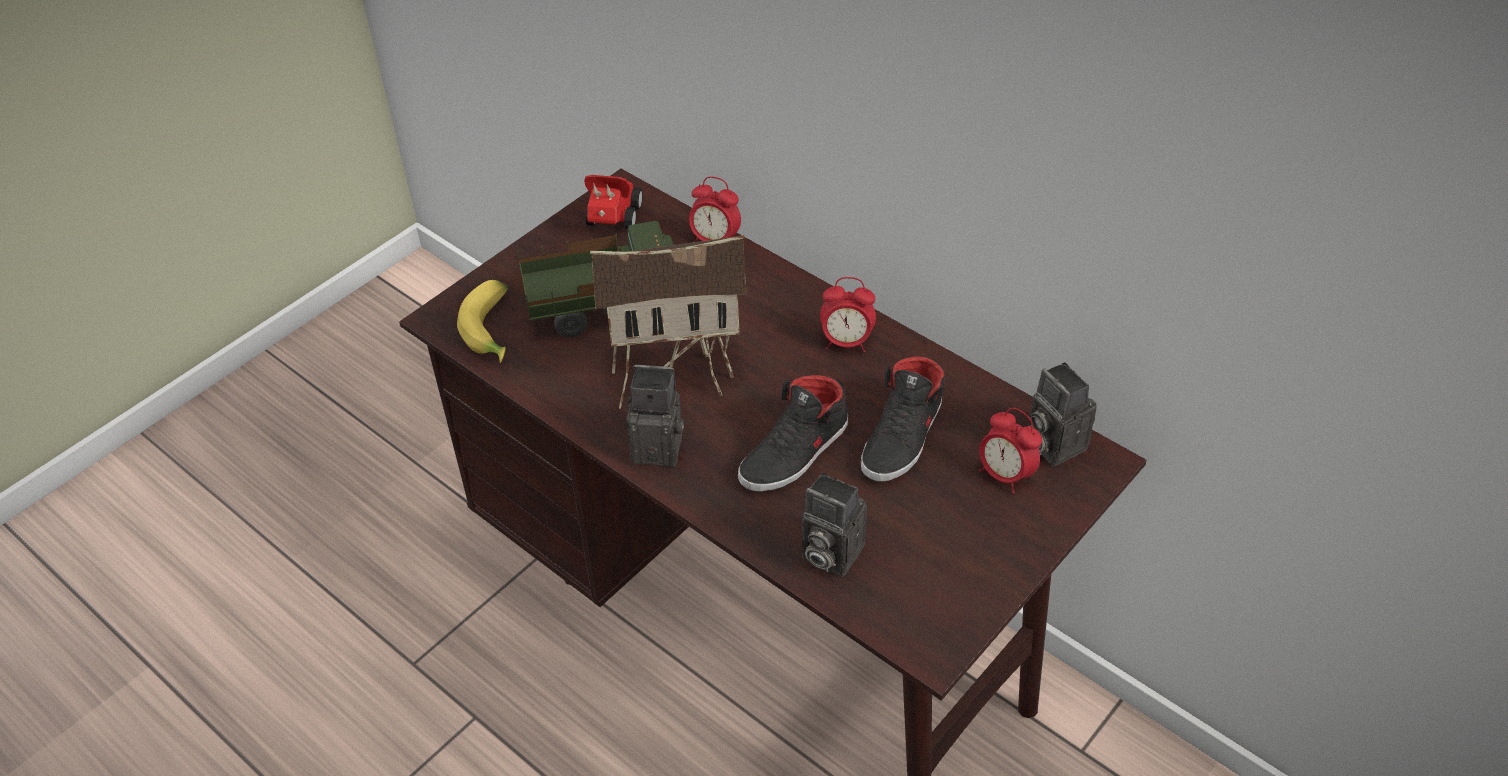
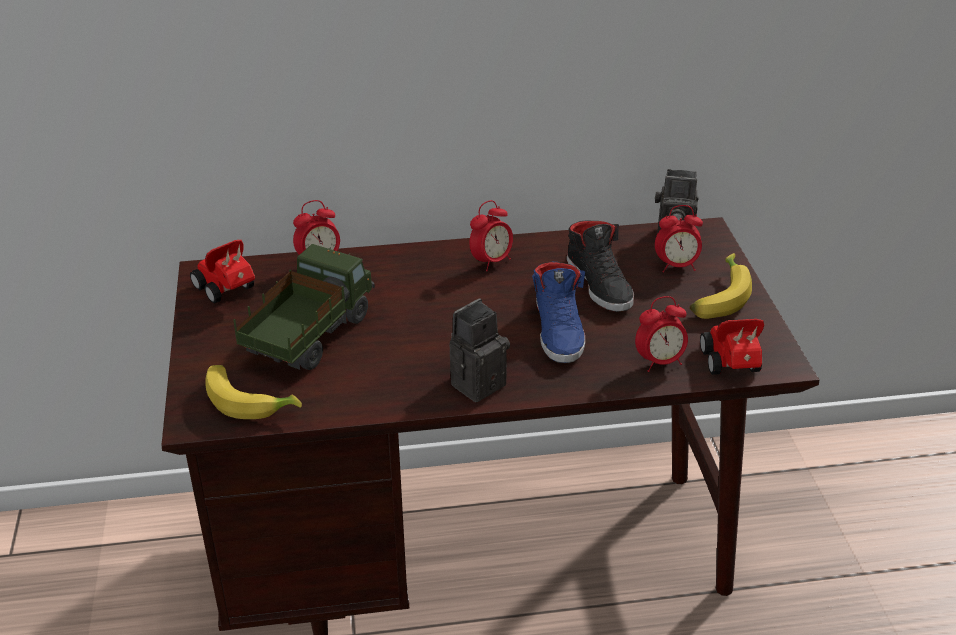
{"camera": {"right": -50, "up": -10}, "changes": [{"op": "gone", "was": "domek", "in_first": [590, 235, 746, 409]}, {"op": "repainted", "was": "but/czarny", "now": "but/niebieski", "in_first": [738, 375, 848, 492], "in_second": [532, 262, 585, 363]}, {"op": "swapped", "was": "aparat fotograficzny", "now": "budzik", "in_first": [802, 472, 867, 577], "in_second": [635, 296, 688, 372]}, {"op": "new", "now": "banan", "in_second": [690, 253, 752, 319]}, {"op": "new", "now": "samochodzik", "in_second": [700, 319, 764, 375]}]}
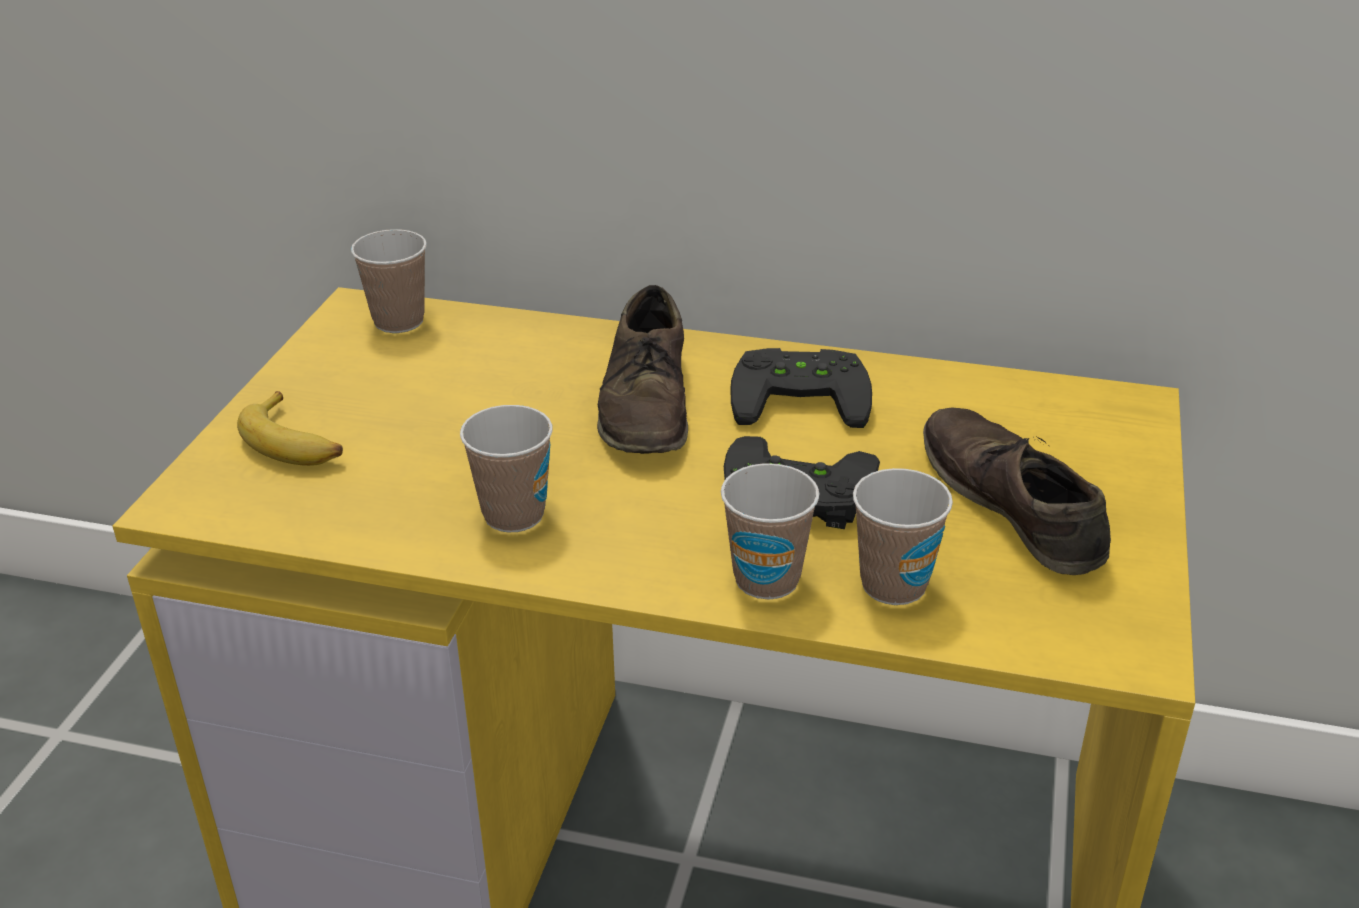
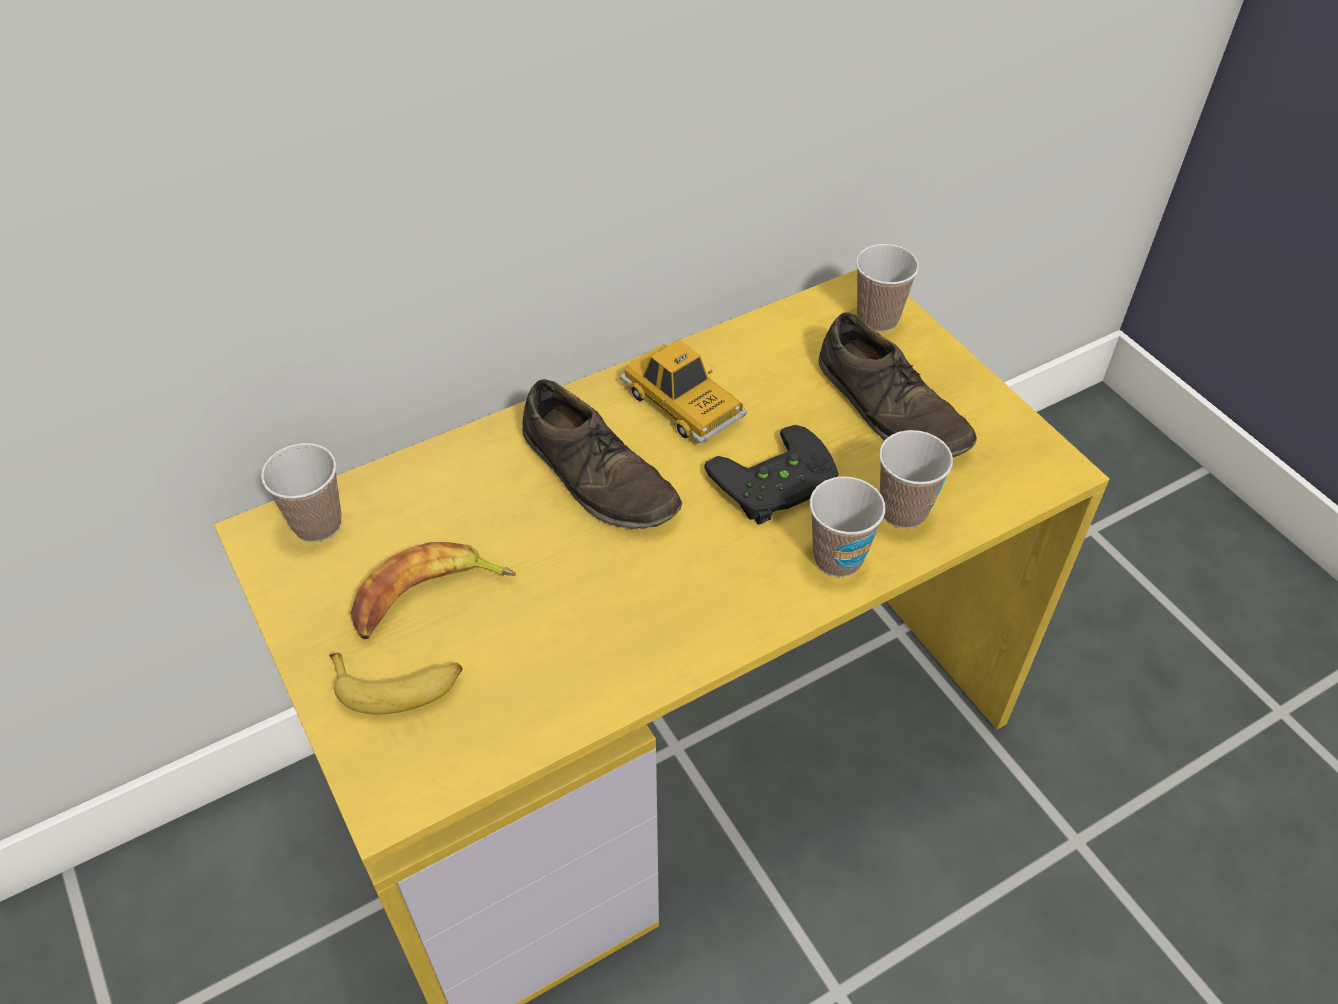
{"camera": {"right": -45, "up": 15}, "changes": [{"op": "swapped", "was": "pad do gier/czarny", "now": "samochodzik", "in_first": [730, 348, 872, 428], "in_second": [620, 339, 747, 444]}, {"op": "shifted", "was": "filiżanka", "in_first": [460, 405, 553, 532], "in_second": [856, 244, 919, 332]}, {"op": "rotated", "was": "but/brązowy", "in_first": [923, 407, 1111, 575], "in_second": [818, 312, 977, 457], "clockwise": -150}, {"op": "new", "now": "banan", "in_second": [350, 542, 516, 639]}]}
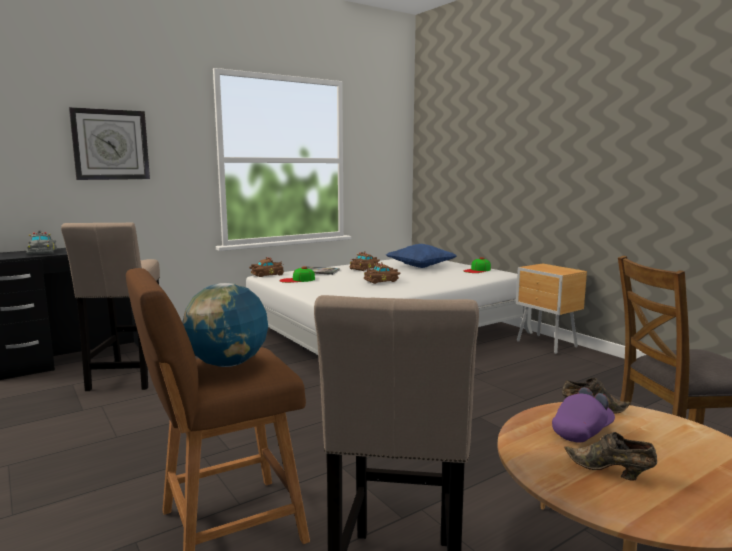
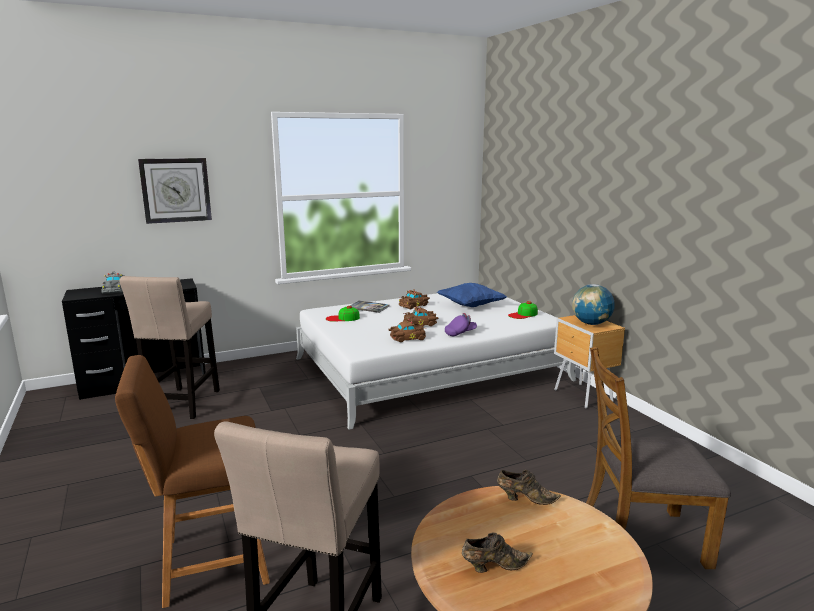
{"camera": {"right": 10, "up": 5}, "changes": [{"op": "shifted", "was": "samochodzik/brązowy", "in_first": [249, 257, 284, 277], "in_second": [388, 319, 426, 342]}, {"op": "shifted", "was": "globus", "in_first": [182, 283, 268, 367], "in_second": [572, 284, 614, 325]}, {"op": "shifted", "was": "czapka z daszkiem/fioletowy", "in_first": [552, 387, 615, 443], "in_second": [445, 313, 477, 336]}, {"op": "rotated", "was": "but/brązowy", "in_first": [565, 432, 657, 481], "in_second": [462, 532, 533, 573], "clockwise": 120}]}
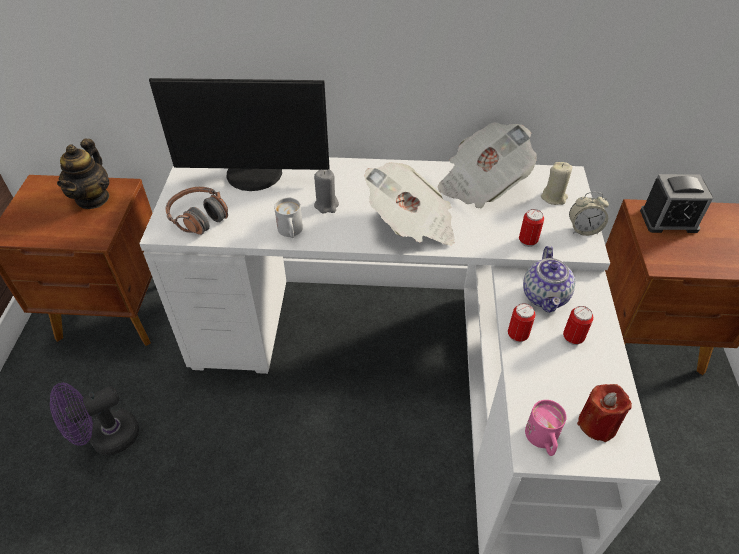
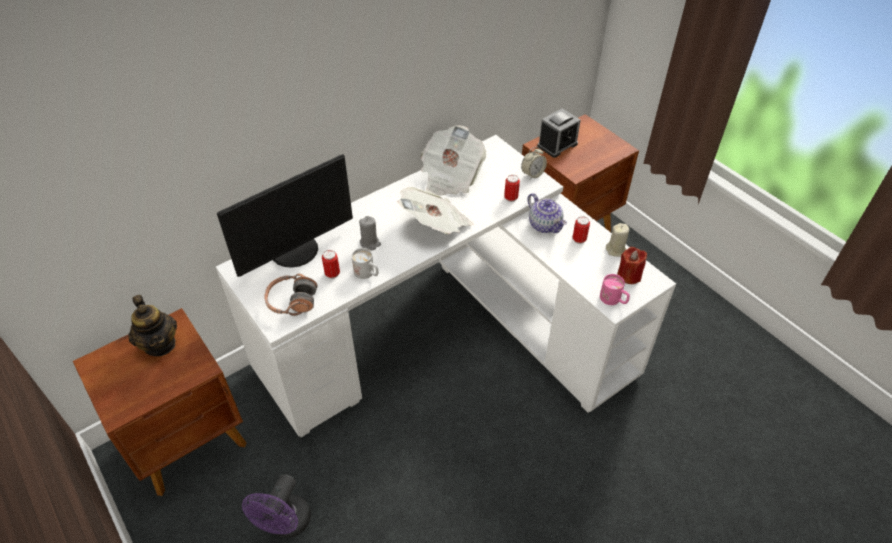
{"camera": {"right": -40, "up": 0}, "changes": [{"op": "shifted", "was": "świeca/beżowy", "in_first": [541, 162, 572, 205], "in_second": [606, 223, 629, 257]}, {"op": "shifted", "was": "puszka", "in_first": [508, 303, 536, 342], "in_second": [322, 250, 340, 279]}]}
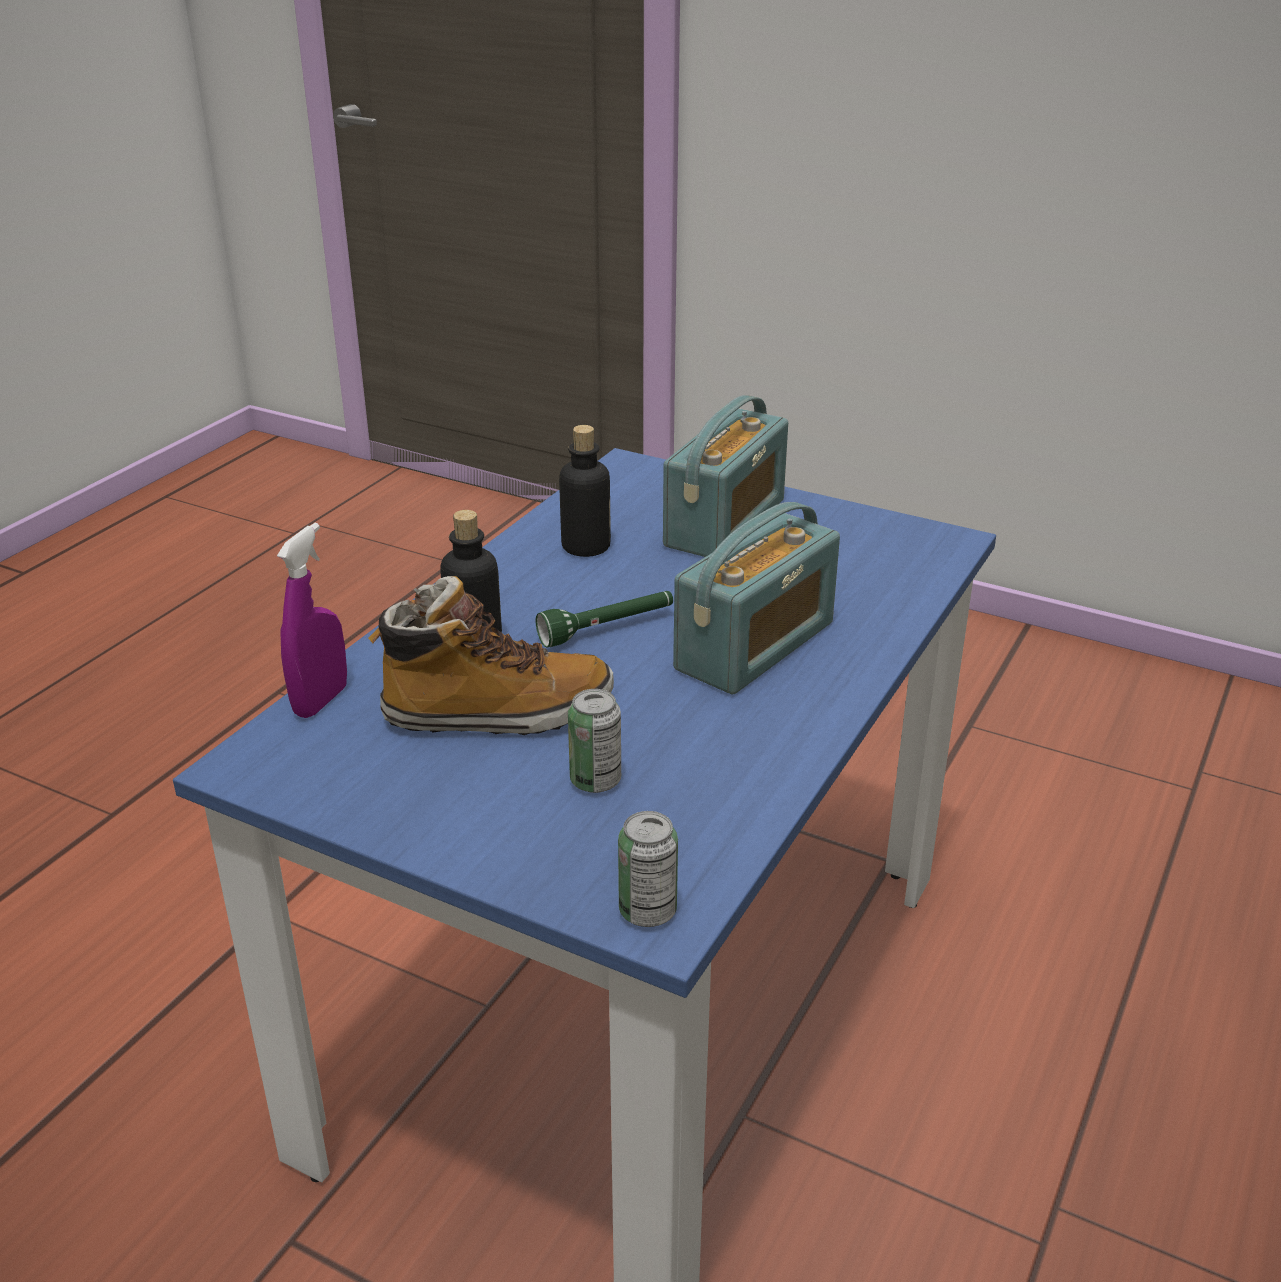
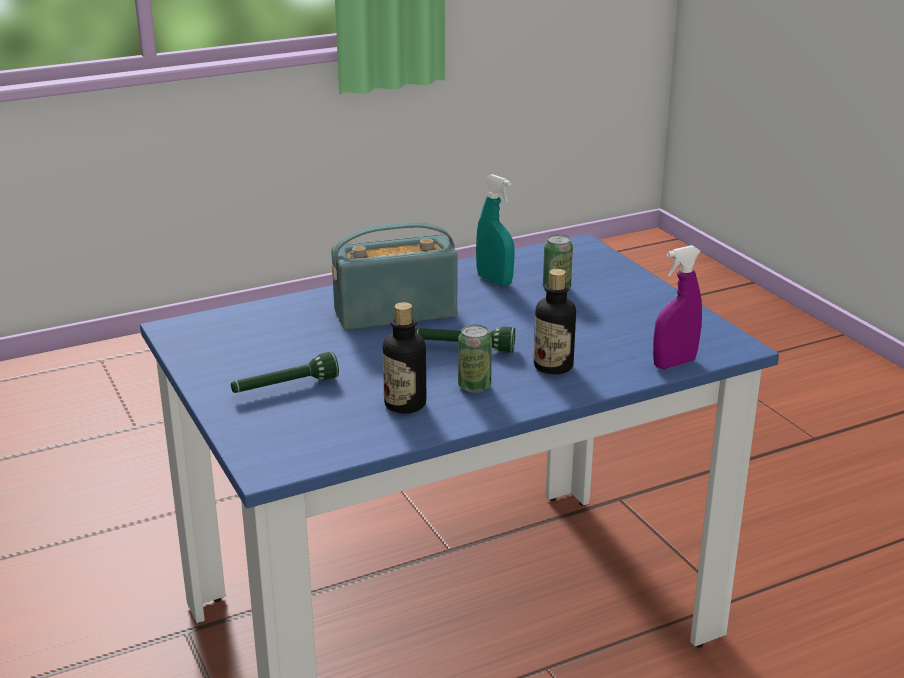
{"camera": {"right": -145, "up": -5}, "changes": [{"op": "swapped", "was": "radio", "now": "latarka/zielony", "in_first": [663, 395, 788, 557], "in_second": [231, 352, 339, 393]}, {"op": "gone", "was": "but z cholewką", "in_first": [368, 576, 614, 735]}, {"op": "shifted", "was": "puszka", "in_first": [618, 811, 678, 927], "in_second": [458, 325, 492, 393]}, {"op": "new", "now": "spryskiwacz/turkusowy", "in_second": [476, 174, 515, 286]}]}
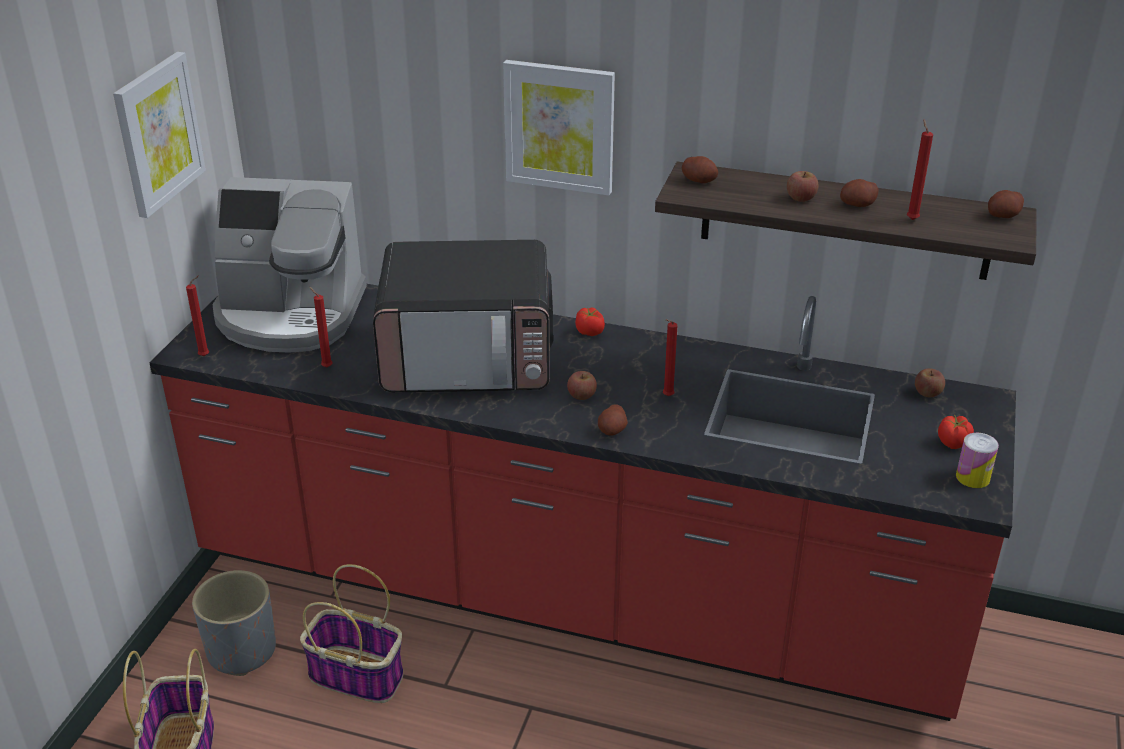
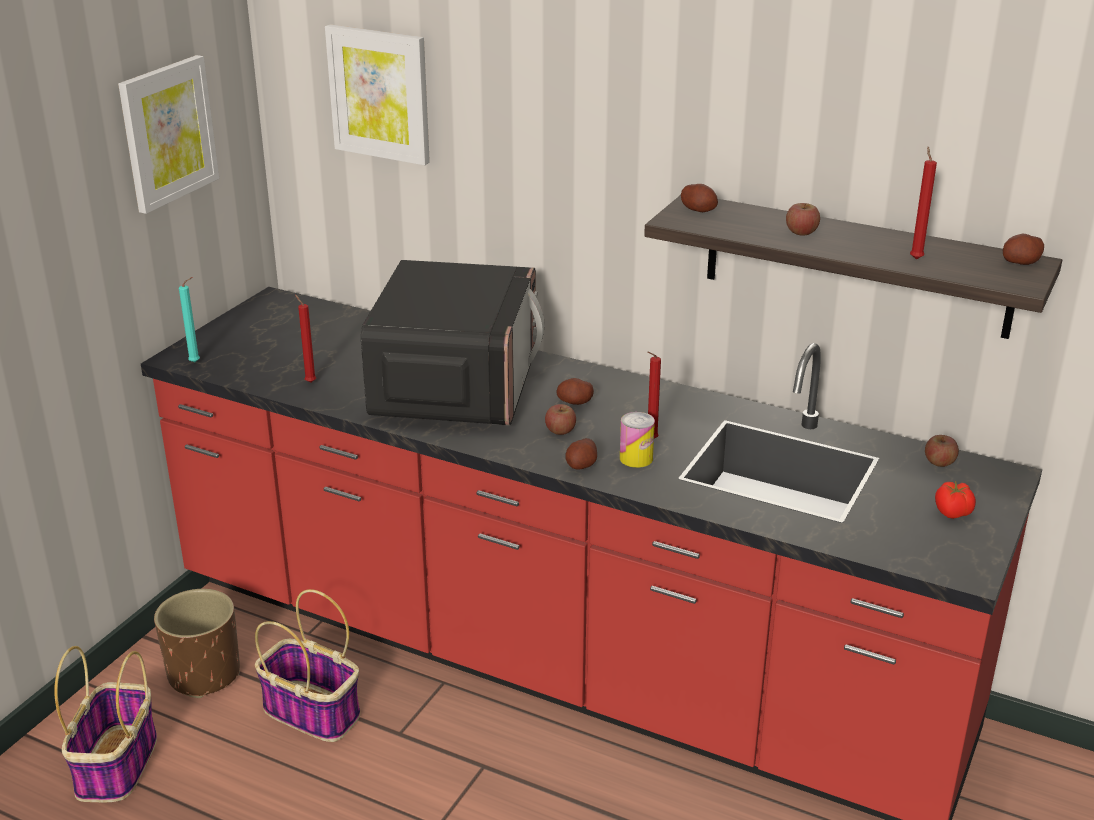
{"camera": {"right": 10, "up": -5}, "changes": [{"op": "shifted", "was": "obraz", "in_first": [503, 60, 615, 195], "in_second": [325, 24, 430, 165]}, {"op": "gone", "was": "ekspres do kawy", "in_first": [213, 177, 367, 353]}, {"op": "shifted", "was": "ziemniak", "in_first": [840, 179, 879, 207], "in_second": [556, 378, 594, 405]}, {"op": "rotated", "was": "mikrofalówka", "in_first": [373, 240, 553, 393], "in_second": [361, 260, 545, 425], "clockwise": -90}, {"op": "repainted", "was": "świeca/czerwony", "now": "świeca/turkusowy", "in_first": [186, 275, 209, 356], "in_second": [179, 277, 200, 363]}, {"op": "gone", "was": "pomidor", "in_first": [575, 307, 605, 336]}, {"op": "shifted", "was": "puszka", "in_first": [956, 433, 999, 488], "in_second": [620, 412, 655, 468]}, {"op": "repainted", "was": "donica/szary", "now": "donica/brązowy", "in_first": [192, 570, 276, 676], "in_second": [154, 589, 240, 698]}]}
